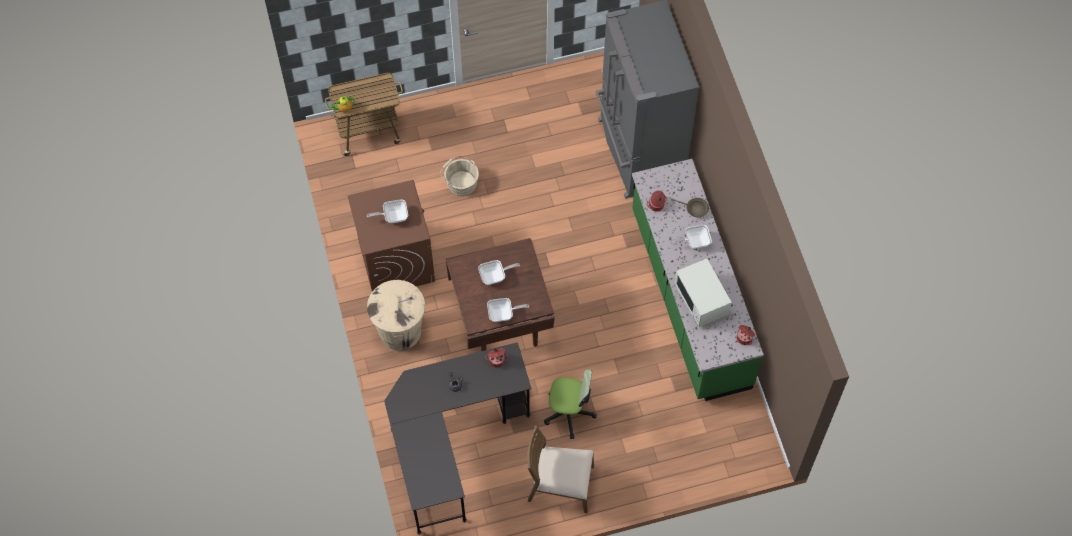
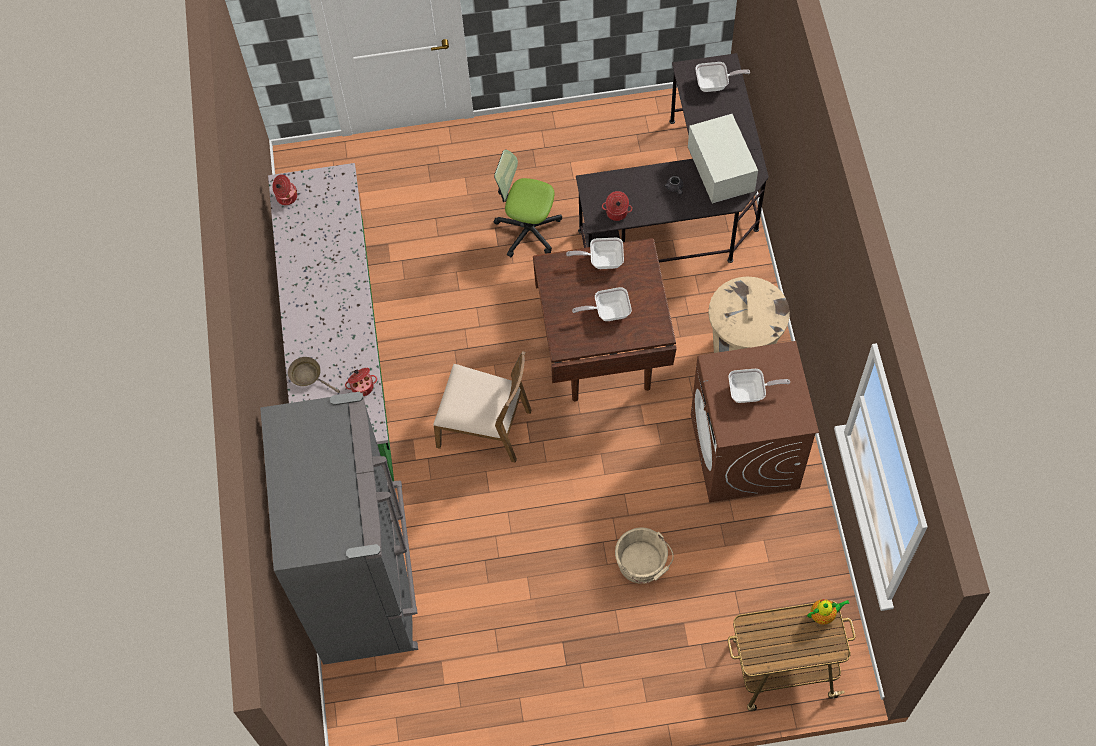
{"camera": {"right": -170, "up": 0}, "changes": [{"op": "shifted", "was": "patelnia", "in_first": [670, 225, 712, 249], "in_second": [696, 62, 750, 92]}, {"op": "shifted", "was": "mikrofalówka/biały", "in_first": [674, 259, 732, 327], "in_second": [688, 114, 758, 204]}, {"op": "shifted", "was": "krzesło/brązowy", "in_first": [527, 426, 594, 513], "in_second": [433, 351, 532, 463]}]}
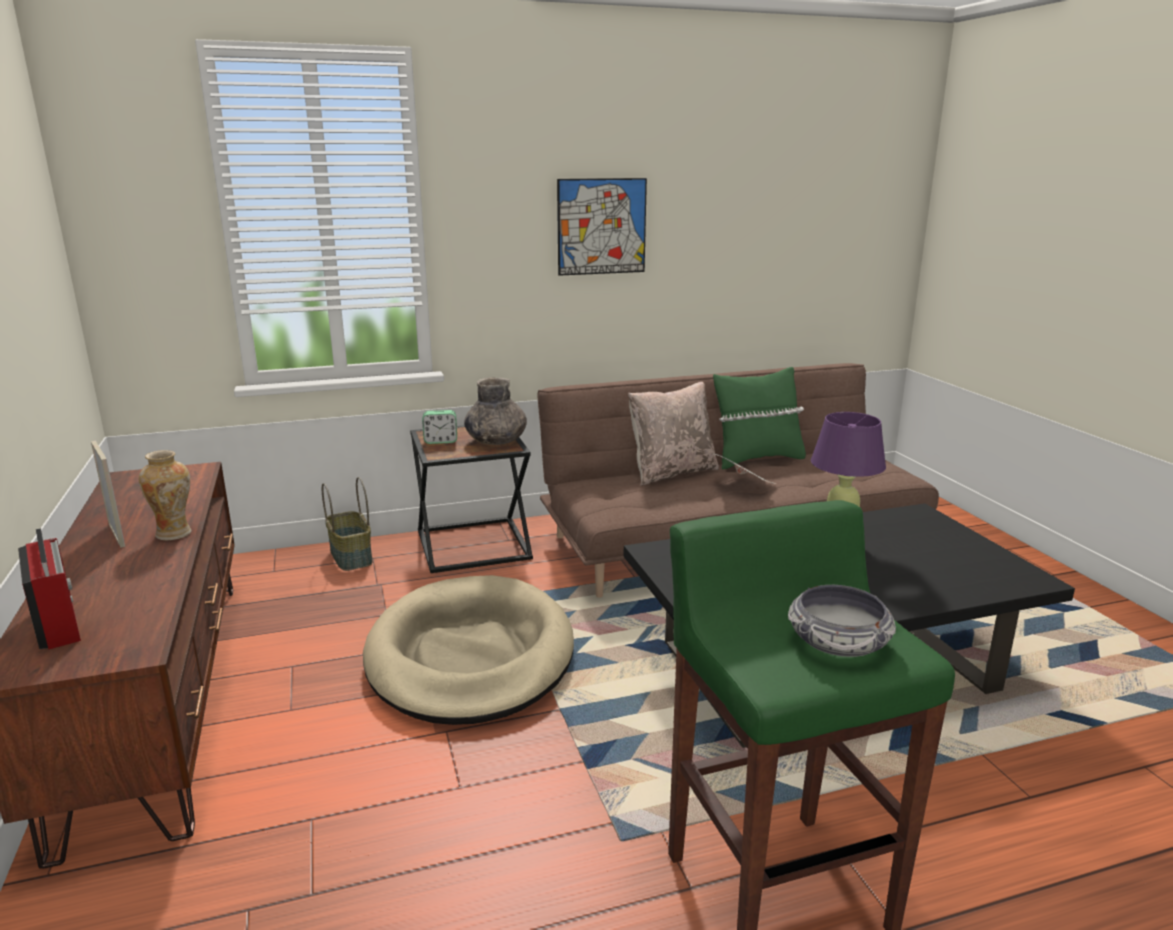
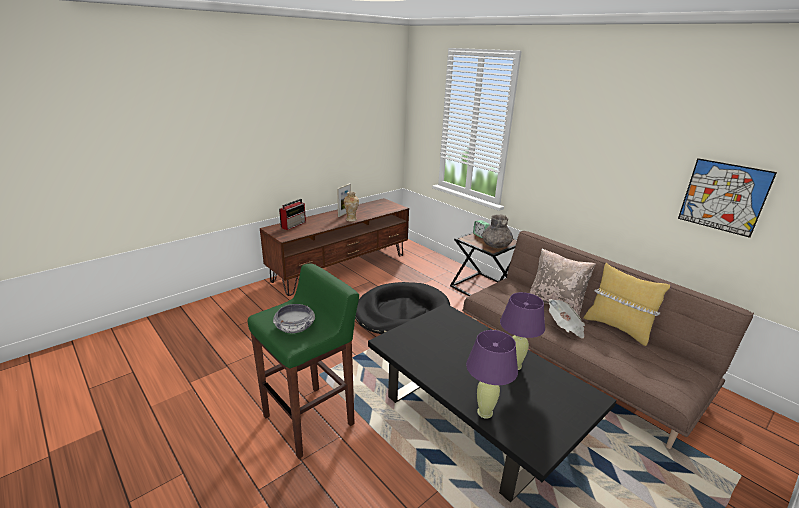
{"camera": {"right": 65, "up": 5}, "changes": [{"op": "shifted", "was": "obraz", "in_first": [557, 178, 647, 276], "in_second": [678, 158, 777, 238]}, {"op": "repainted", "was": "poduszka/zielony", "now": "poduszka/żółty", "in_first": [713, 367, 806, 470], "in_second": [583, 263, 670, 346]}, {"op": "gone", "was": "koszyk", "in_first": [322, 477, 373, 571]}, {"op": "repainted", "was": "legowisko/beżowy", "now": "legowisko/czarny", "in_first": [363, 575, 574, 725], "in_second": [355, 282, 450, 334]}, {"op": "new", "now": "lampa stołowa/fioletowy", "in_second": [466, 330, 518, 419]}]}
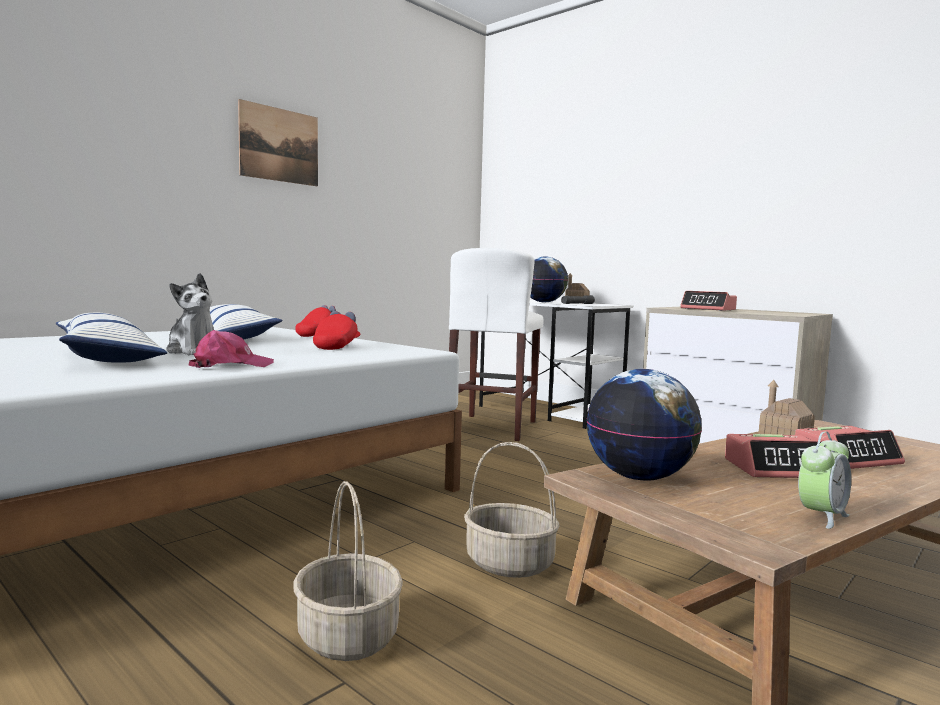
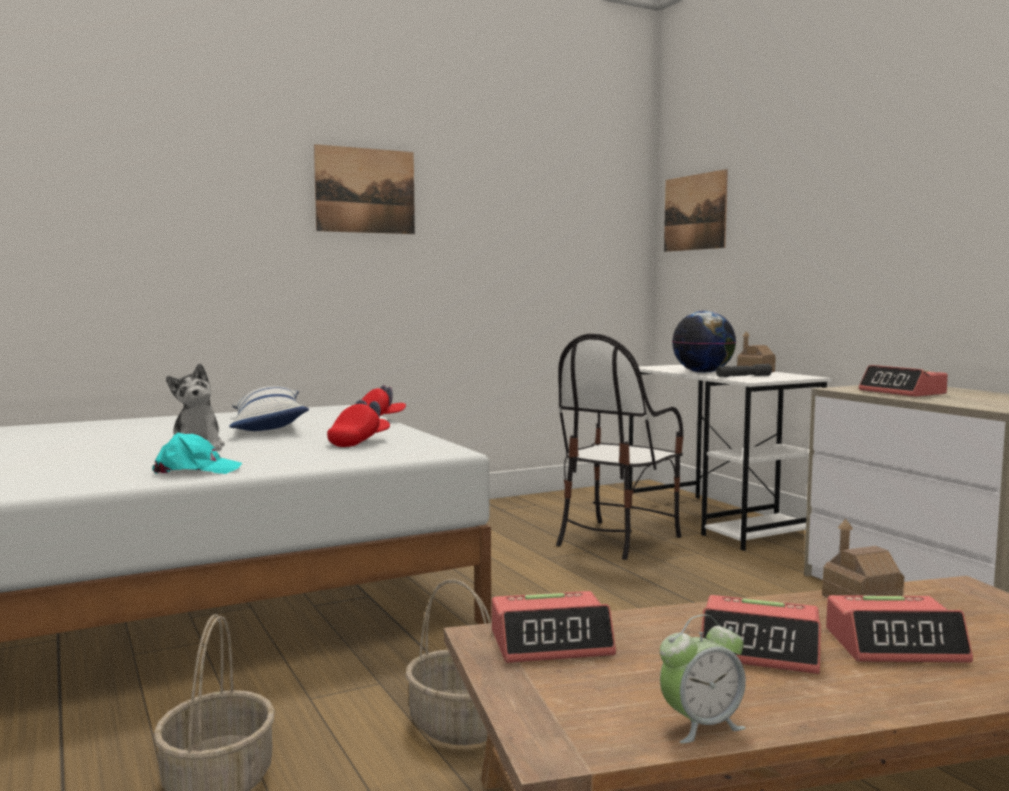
{"camera": {"right": 20, "up": 0}, "changes": [{"op": "swapped", "was": "stołek/biały", "now": "krzesło", "in_first": [449, 248, 544, 441], "in_second": [556, 334, 683, 560]}, {"op": "gone", "was": "poduszka", "in_first": [56, 313, 167, 363]}, {"op": "repainted", "was": "czapka z daszkiem/różowy", "now": "czapka z daszkiem/turkusowy", "in_first": [188, 330, 274, 368], "in_second": [152, 433, 242, 474]}, {"op": "swapped", "was": "globus", "now": "budzik", "in_first": [586, 369, 702, 481], "in_second": [492, 591, 616, 663]}, {"op": "new", "now": "obraz", "in_second": [664, 169, 728, 252]}]}
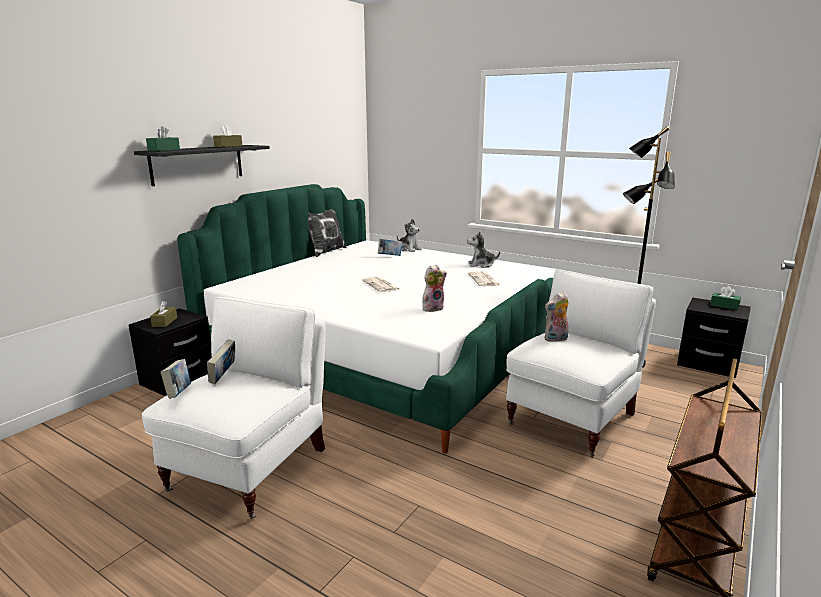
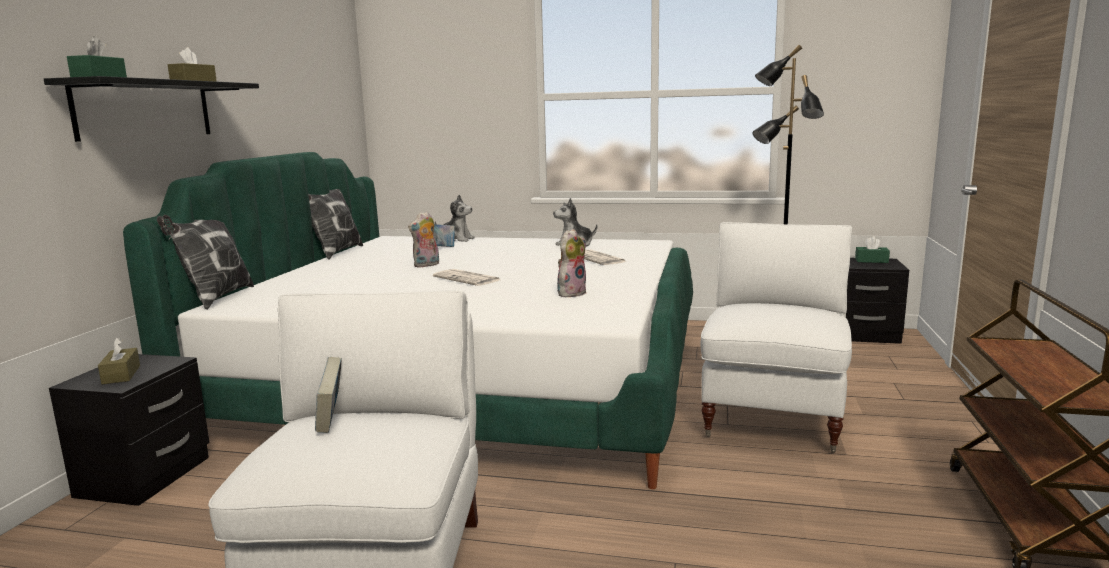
{"camera": {"right": -20, "up": -5}, "changes": [{"op": "shifted", "was": "pluszak", "in_first": [544, 292, 569, 342], "in_second": [408, 211, 439, 267]}, {"op": "gone", "was": "książka", "in_first": [161, 359, 191, 399]}, {"op": "new", "now": "poduszka", "in_second": [157, 215, 254, 310]}]}
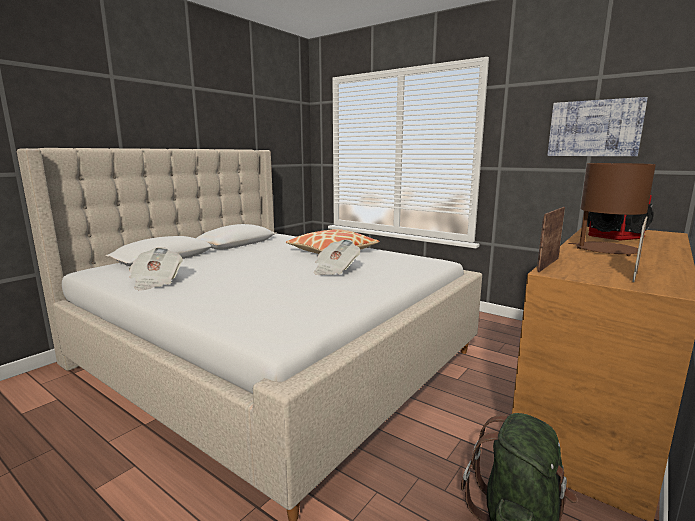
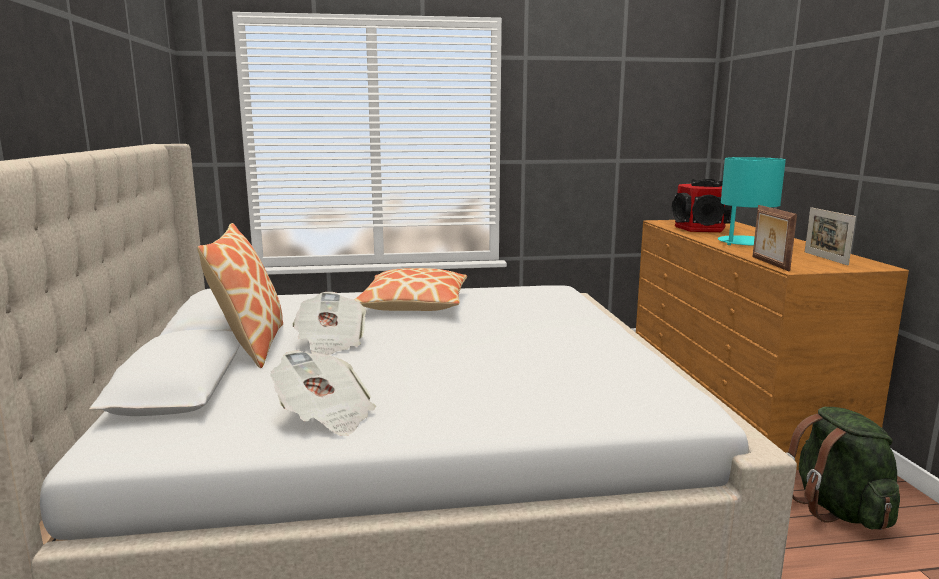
{"camera": {"right": -45, "up": 0}, "changes": [{"op": "gone", "was": "obraz", "in_first": [547, 97, 648, 156]}, {"op": "repainted", "was": "lampa stołowa/brązowy", "now": "lampa stołowa/turkusowy", "in_first": [569, 163, 656, 256], "in_second": [718, 157, 786, 246]}, {"op": "shifted", "was": "gazeta", "in_first": [314, 239, 360, 275], "in_second": [292, 292, 366, 355]}, {"op": "new", "now": "poduszka", "in_second": [197, 223, 283, 368]}]}
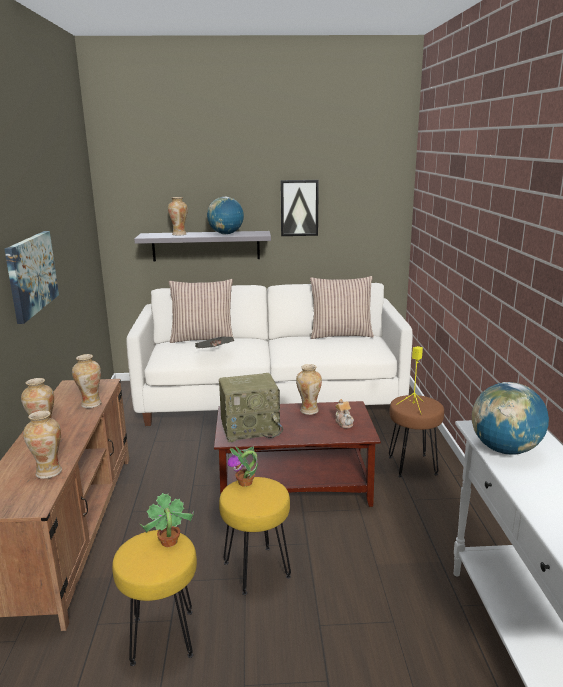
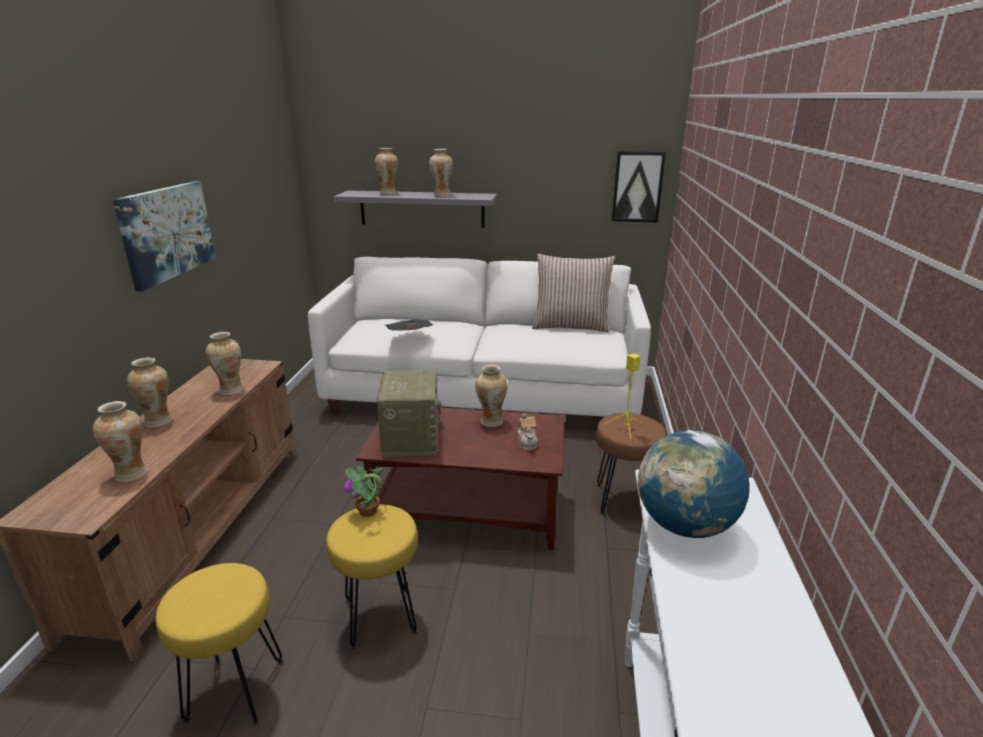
{"camera": {"right": 10, "up": 5}, "changes": [{"op": "shifted", "was": "obraz", "in_first": [281, 180, 319, 236], "in_second": [611, 151, 666, 223]}, {"op": "swapped", "was": "globus", "now": "wazon", "in_first": [207, 196, 244, 234], "in_second": [429, 149, 453, 197]}, {"op": "gone", "was": "poduszka", "in_first": [169, 279, 233, 343]}, {"op": "rotated", "was": "radio", "in_first": [219, 373, 283, 442], "in_second": [377, 370, 443, 457], "clockwise": -90}, {"op": "gone", "was": "roślina doniczkowa", "in_first": [139, 493, 194, 547]}]}
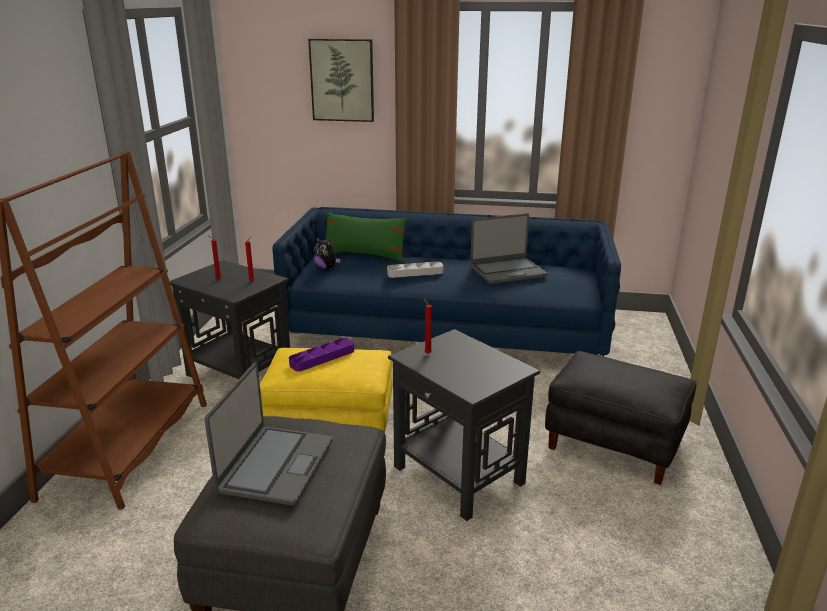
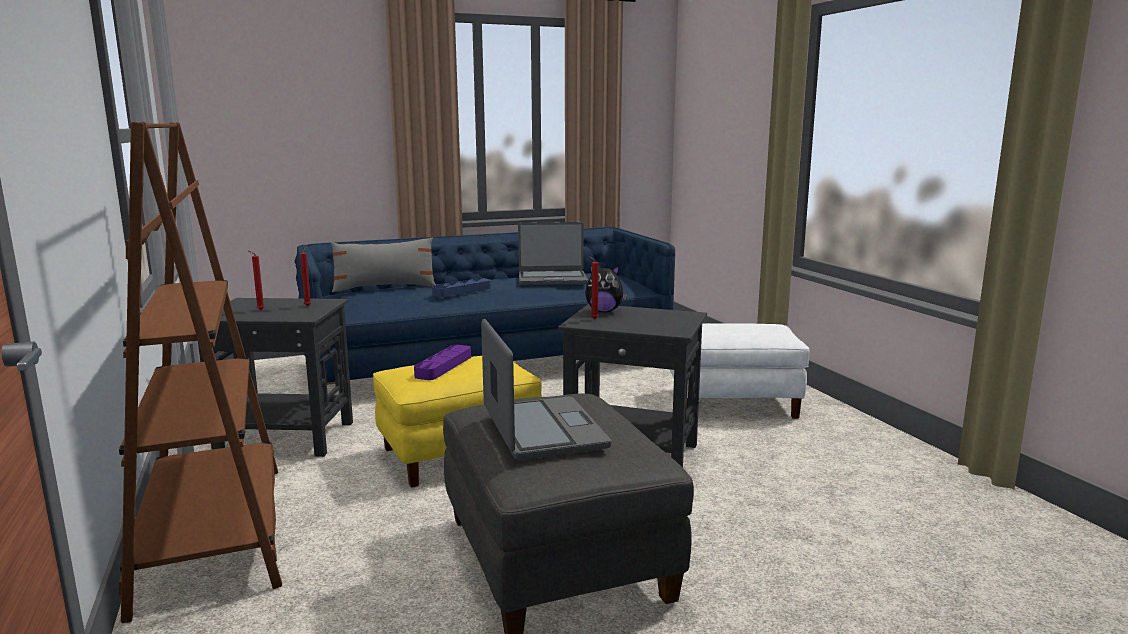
{"camera": {"right": -30, "up": -10}, "changes": [{"op": "gone", "was": "obraz", "in_first": [308, 39, 374, 122]}, {"op": "repainted", "was": "poduszka/zielony", "now": "poduszka/szary", "in_first": [326, 212, 408, 262], "in_second": [331, 238, 436, 293]}, {"op": "rotated", "was": "laptop", "in_first": [470, 213, 548, 284], "in_second": [518, 222, 588, 285], "clockwise": 45}, {"op": "shifted", "was": "pluszak", "in_first": [313, 236, 340, 269], "in_second": [585, 264, 627, 312]}, {"op": "repainted", "was": "taca/szary", "now": "taca/niebieski", "in_first": [387, 262, 443, 278], "in_second": [432, 278, 491, 297]}, {"op": "repainted", "was": "pufa/czarny", "now": "pufa/biały", "in_first": [545, 351, 696, 485], "in_second": [670, 323, 810, 419]}]}
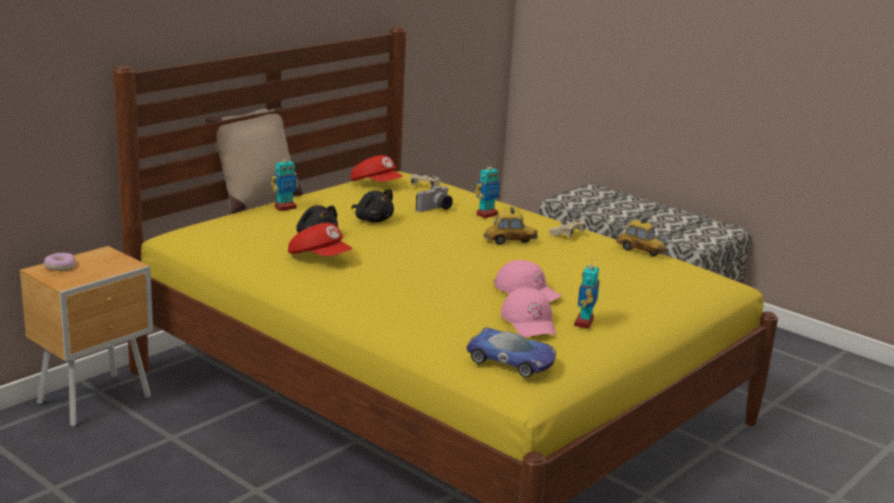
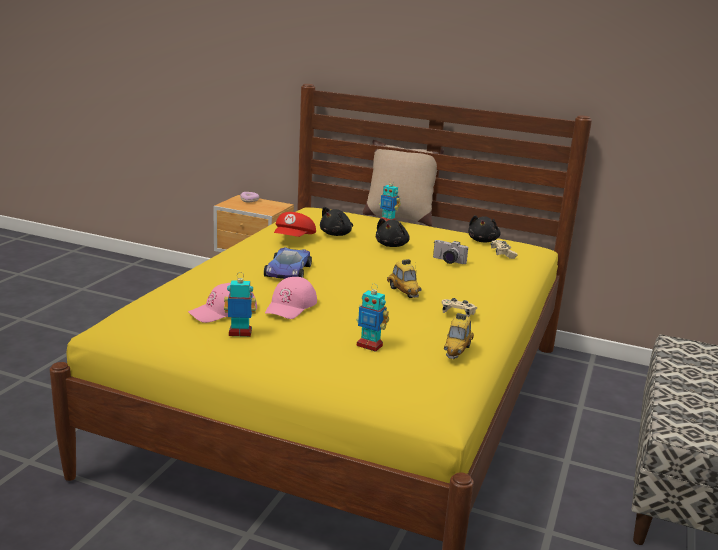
{"camera": {"right": 70, "up": 0}, "changes": [{"op": "swapped", "was": "czapka z daszkiem/czerwony", "now": "pluszak/czarny", "in_first": [350, 155, 403, 182], "in_second": [468, 215, 501, 242]}, {"op": "shifted", "was": "robot zabawkowy", "in_first": [475, 161, 500, 218], "in_second": [356, 285, 389, 352]}, {"op": "shifted", "was": "samochodzik", "in_first": [466, 328, 556, 378], "in_second": [264, 247, 312, 279]}]}
